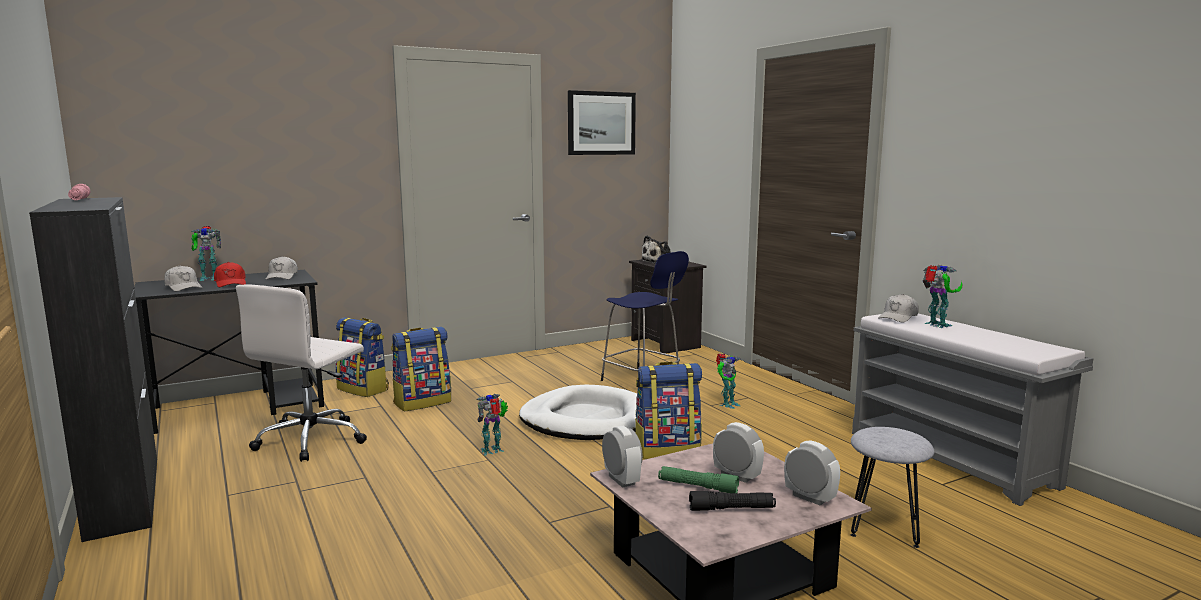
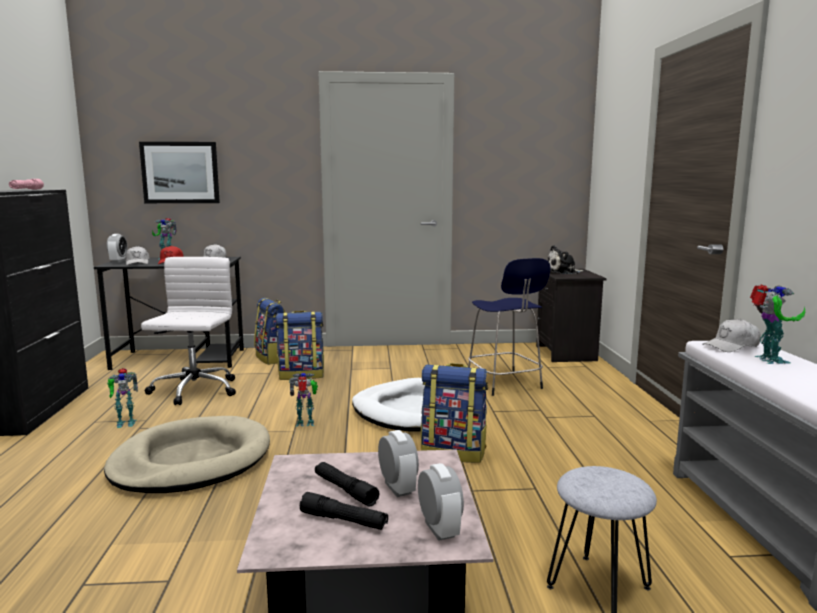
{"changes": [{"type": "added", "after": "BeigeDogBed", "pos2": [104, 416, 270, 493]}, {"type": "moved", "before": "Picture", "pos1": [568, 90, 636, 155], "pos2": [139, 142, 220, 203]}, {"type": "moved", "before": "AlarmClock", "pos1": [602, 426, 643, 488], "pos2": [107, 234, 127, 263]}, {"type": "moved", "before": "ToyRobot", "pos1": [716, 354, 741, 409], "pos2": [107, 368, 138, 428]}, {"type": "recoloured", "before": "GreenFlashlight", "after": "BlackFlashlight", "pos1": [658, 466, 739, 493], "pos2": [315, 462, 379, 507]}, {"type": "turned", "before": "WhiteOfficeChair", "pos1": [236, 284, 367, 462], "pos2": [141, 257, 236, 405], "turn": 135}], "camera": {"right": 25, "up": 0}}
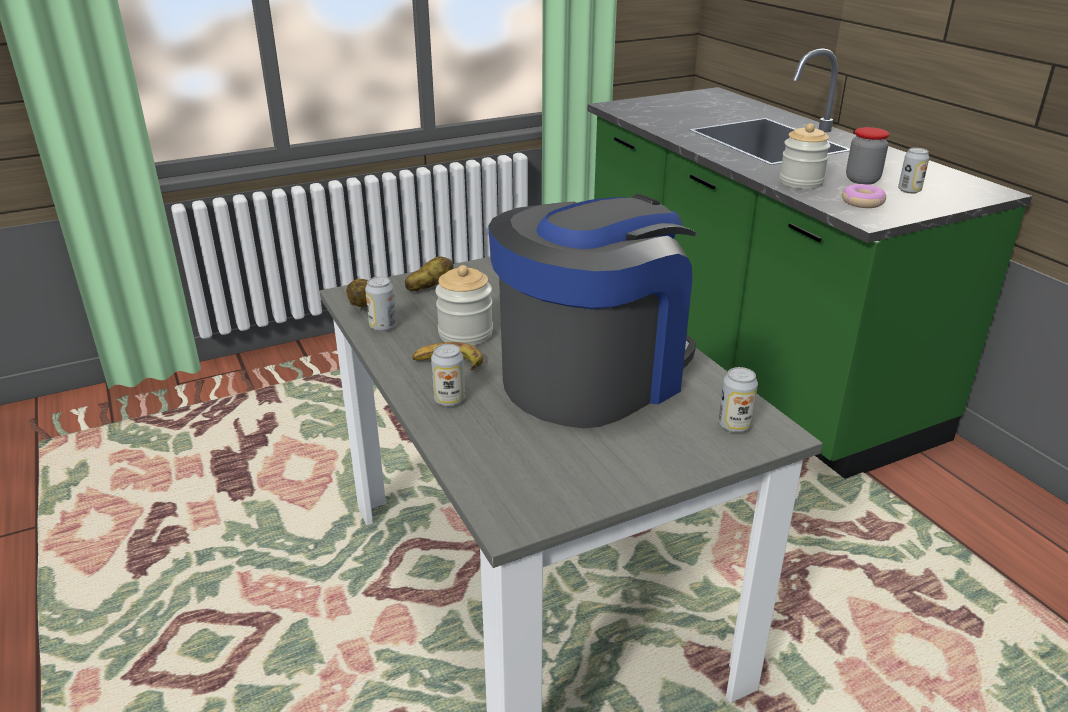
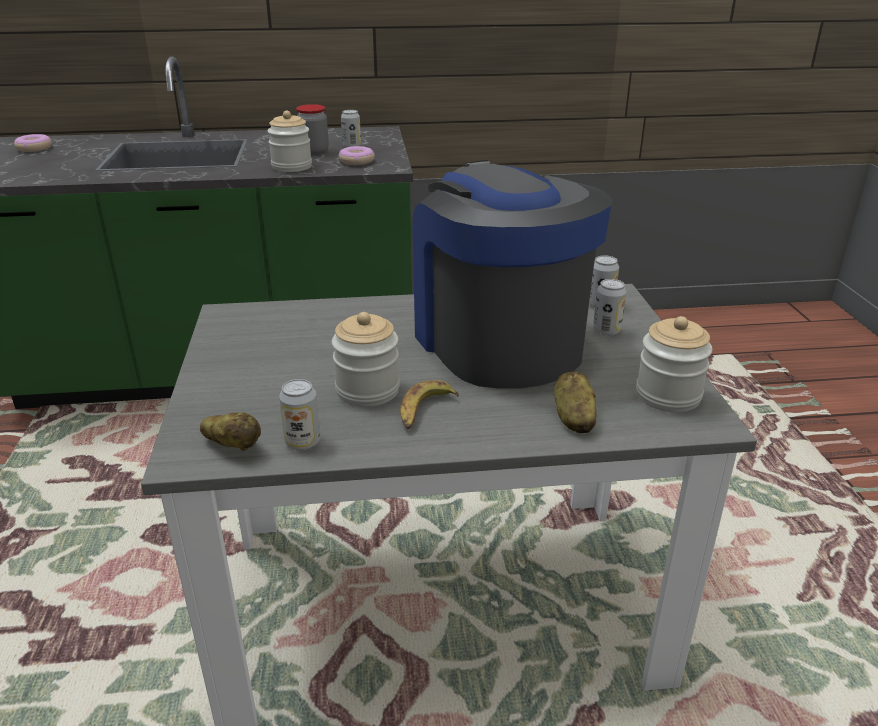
{"changes": [{"type": "added", "after": "Donut", "pos2": [14, 134, 52, 152]}, {"type": "added", "after": "Jar", "pos2": [636, 316, 712, 412]}, {"type": "moved", "before": "Potato", "pos1": [405, 256, 454, 291], "pos2": [554, 372, 596, 433]}, {"type": "moved", "before": "Can", "pos1": [431, 344, 465, 406], "pos2": [593, 279, 627, 336]}], "camera": {"right": -70, "up": 0}}
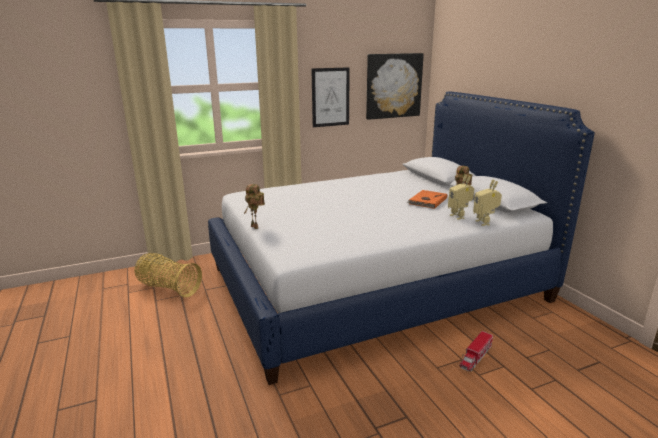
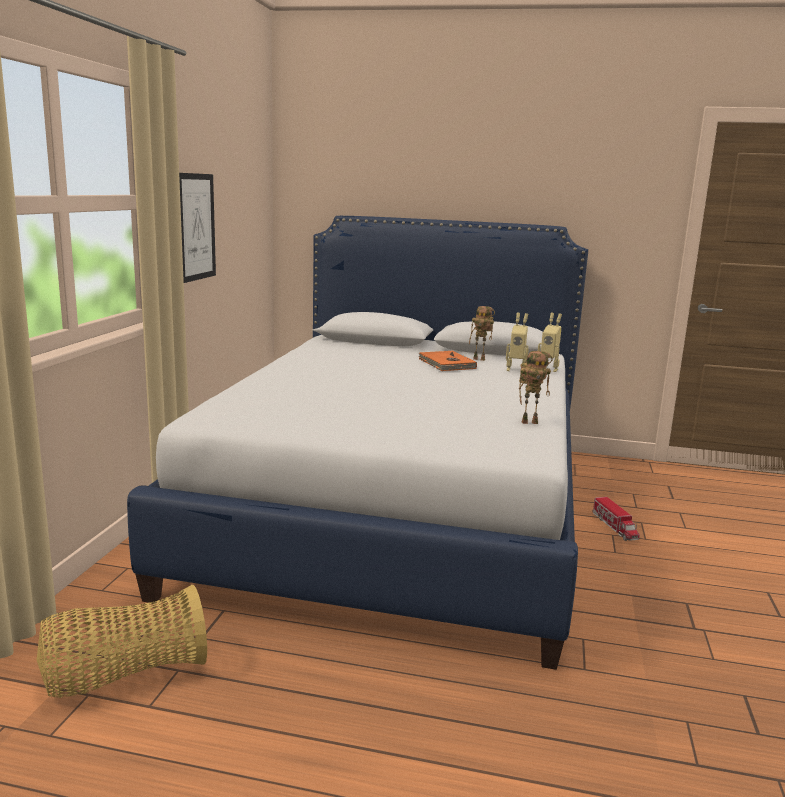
{"changes": [{"type": "removed", "before": "Picture", "pos1": [366, 53, 424, 120]}, {"type": "moved", "before": "ToyRobot", "pos1": [244, 184, 265, 229], "pos2": [519, 351, 553, 424]}], "camera": {"right": -55, "up": -5}}
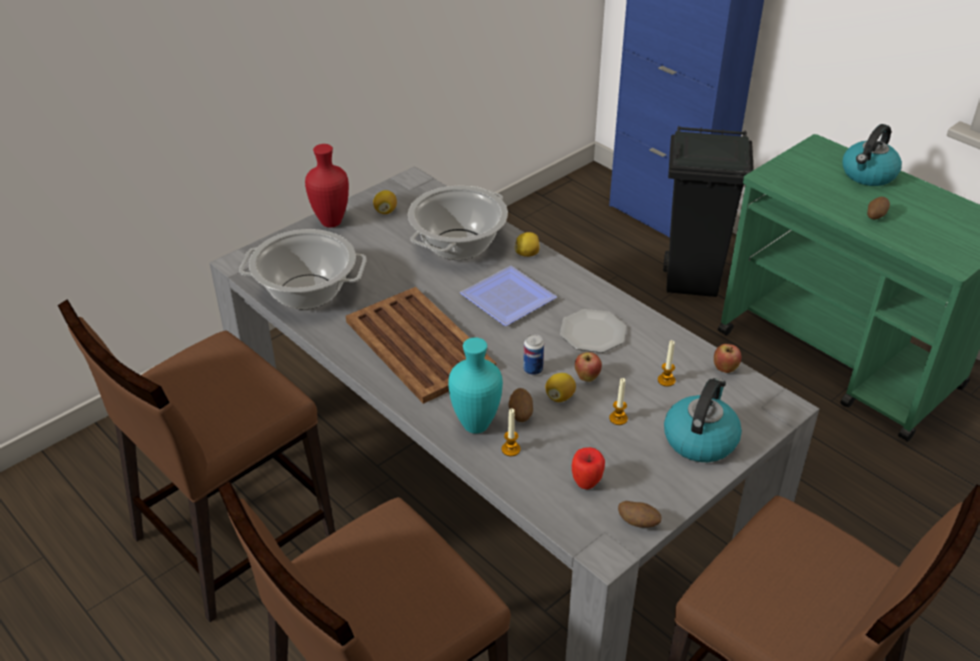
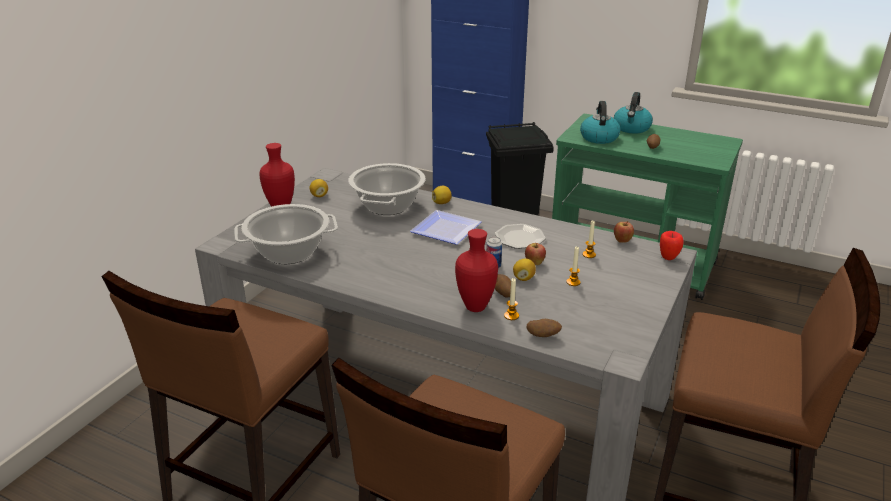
{"changes": [{"type": "removed", "before": "BrownTray", "pos1": [346, 287, 496, 404]}, {"type": "moved", "before": "Apple", "pos1": [572, 447, 605, 489], "pos2": [660, 231, 684, 260]}, {"type": "moved", "before": "Potato", "pos1": [618, 501, 662, 528], "pos2": [527, 319, 562, 337]}, {"type": "moved", "before": "Kettle", "pos1": [664, 378, 742, 462], "pos2": [580, 101, 620, 144]}, {"type": "recoloured", "before": "TurquoiseVase", "after": "RedVase", "pos1": [448, 337, 503, 434], "pos2": [455, 229, 498, 312]}], "camera": {"right": -20, "up": -10}}
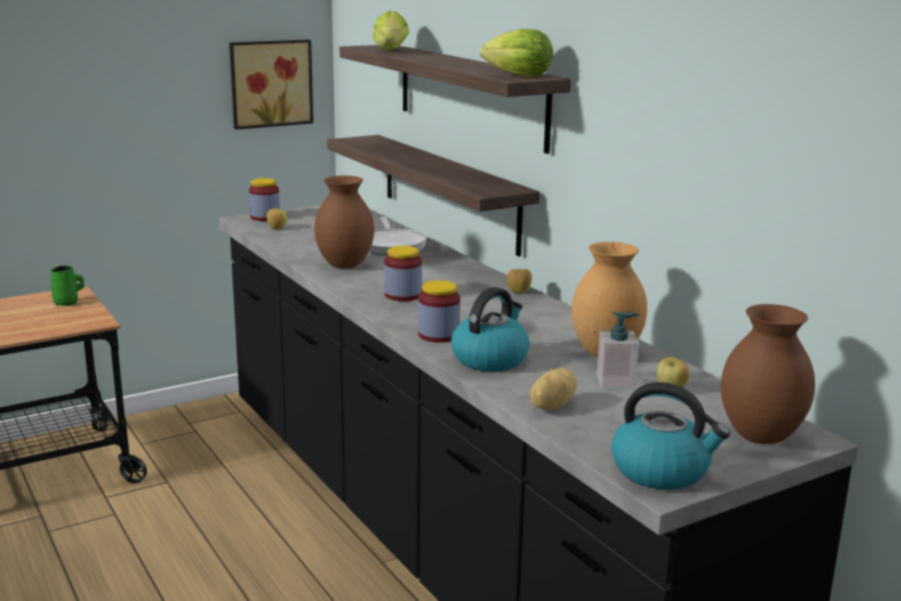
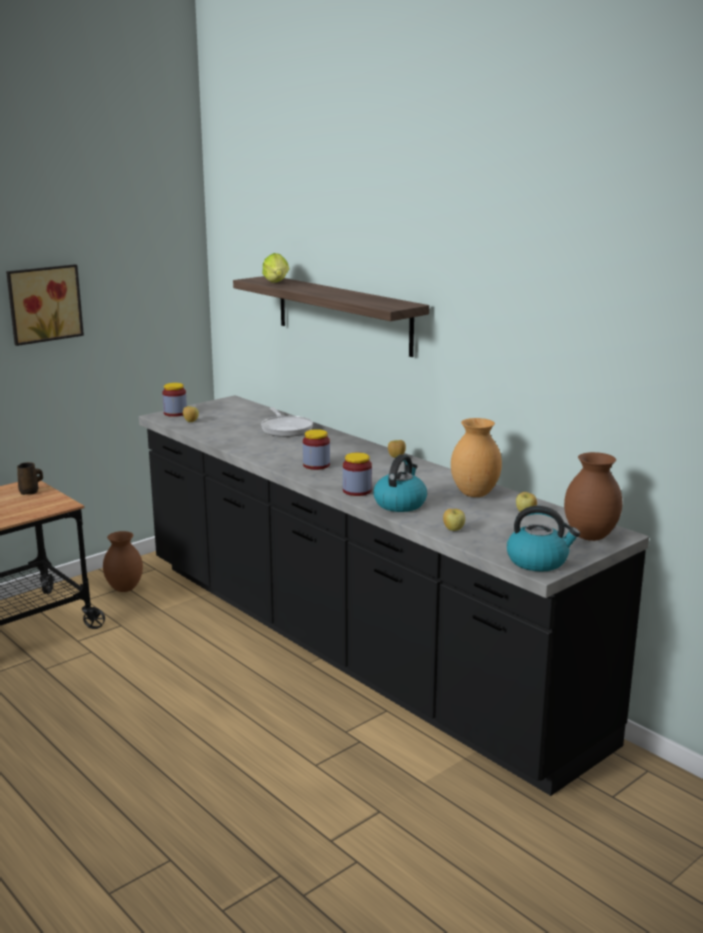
{"changes": [{"type": "removed", "before": "Shelf", "pos1": [327, 135, 540, 256]}, {"type": "removed", "before": "Lettuce", "pos1": [480, 29, 553, 77]}, {"type": "removed", "before": "SoapDispenser", "pos1": [597, 312, 639, 390]}, {"type": "moved", "before": "Picture", "pos1": [229, 40, 313, 130], "pos2": [6, 264, 84, 346]}, {"type": "moved", "before": "BrownVase", "pos1": [314, 176, 374, 269], "pos2": [103, 531, 143, 592]}, {"type": "replaced", "before": "Potato", "after": "Apple", "pos1": [530, 368, 577, 410], "pos2": [443, 509, 465, 531]}, {"type": "recoloured", "before": "GreenMug", "after": "BrownMug", "pos1": [51, 265, 84, 306], "pos2": [17, 462, 43, 495]}], "camera": {"right": -10, "up": 0}}
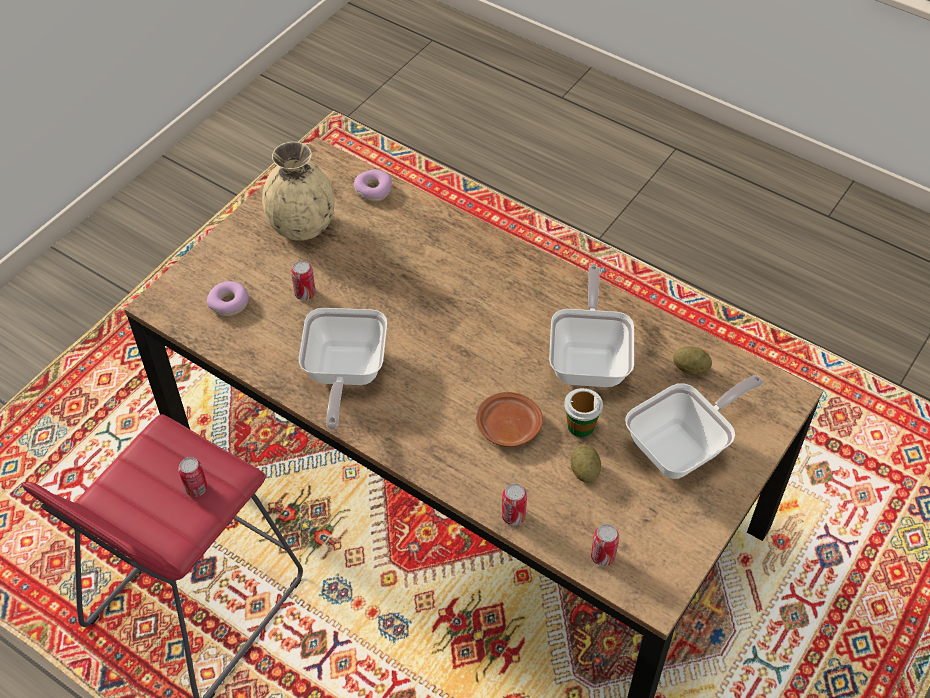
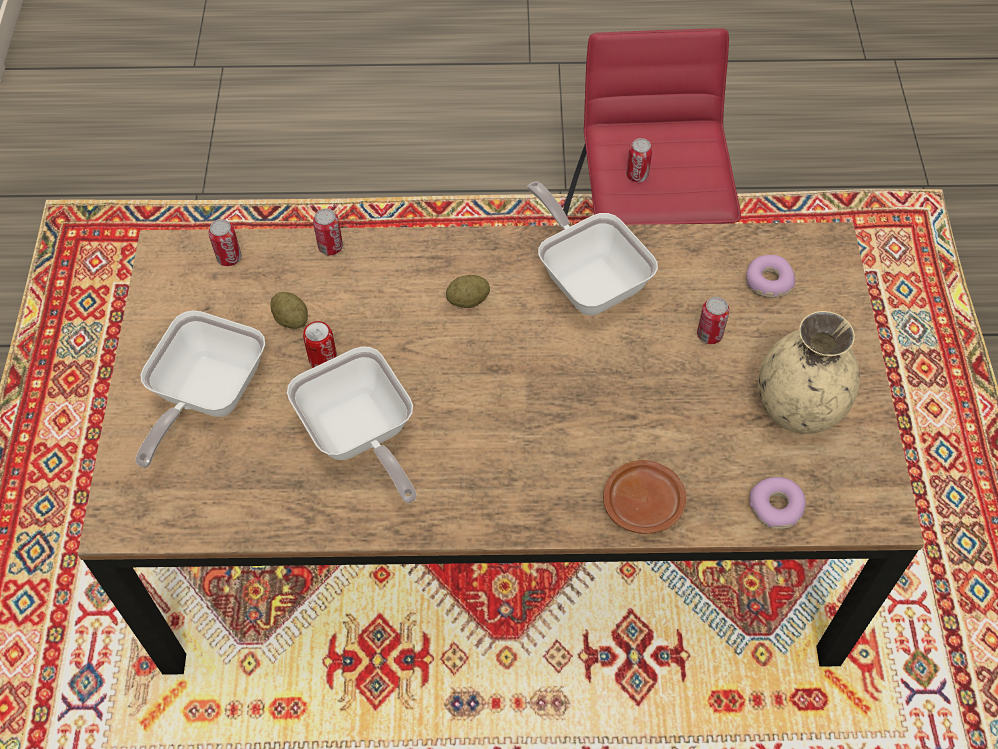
{"changes": [{"type": "moved", "before": "BrownPlate", "pos1": [476, 392, 543, 447], "pos2": [603, 460, 686, 534]}, {"type": "moved", "before": "Potato", "pos1": [673, 347, 712, 375], "pos2": [446, 275, 490, 308]}, {"type": "replaced", "before": "Cup", "after": "Can", "pos1": [564, 388, 603, 437], "pos2": [303, 321, 337, 368]}], "camera": {"right": 145, "up": 5}}
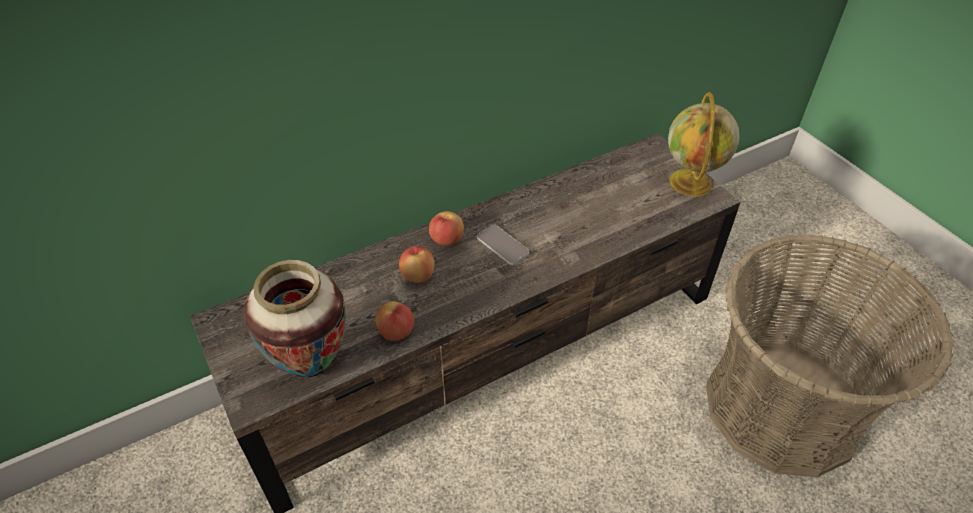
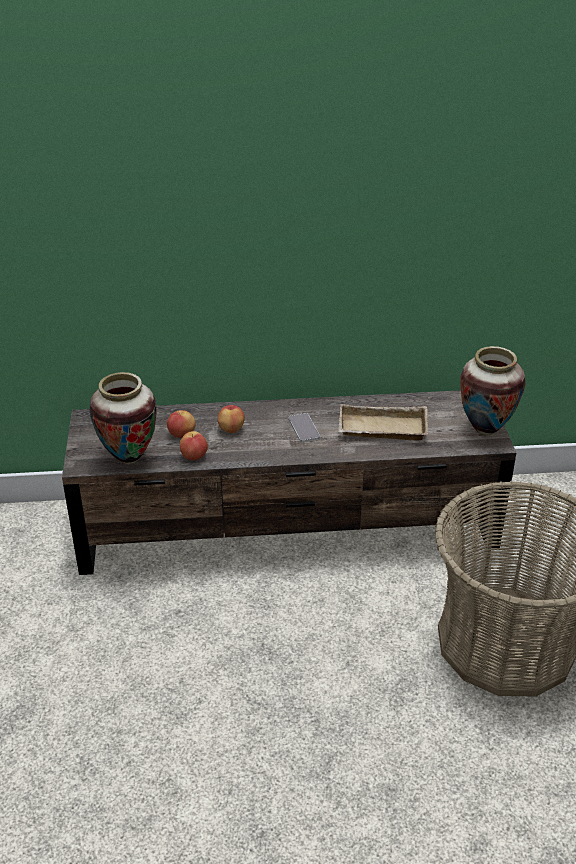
{"changes": [{"type": "added", "after": "BeigeTray", "pos2": [338, 404, 428, 441]}, {"type": "moved", "before": "Apple", "pos1": [429, 211, 464, 246], "pos2": [167, 410, 196, 438]}, {"type": "replaced", "before": "Globe", "after": "Vase", "pos1": [668, 92, 740, 197], "pos2": [460, 346, 526, 435]}], "camera": {"right": 25, "up": -10}}
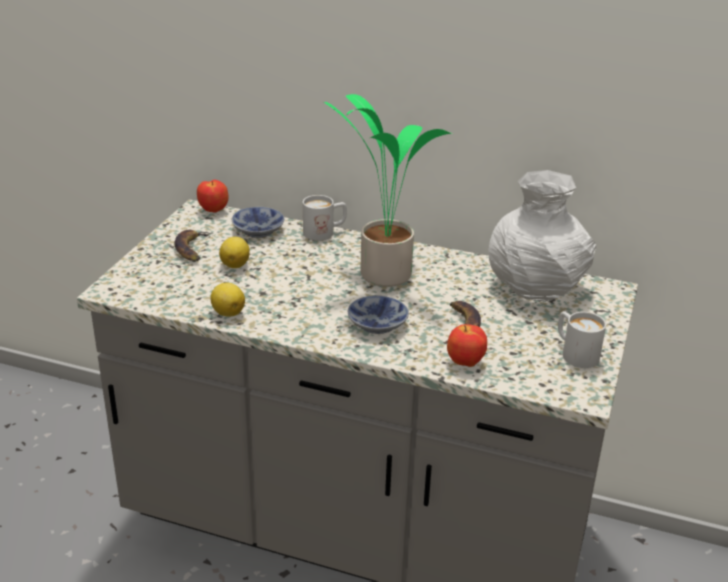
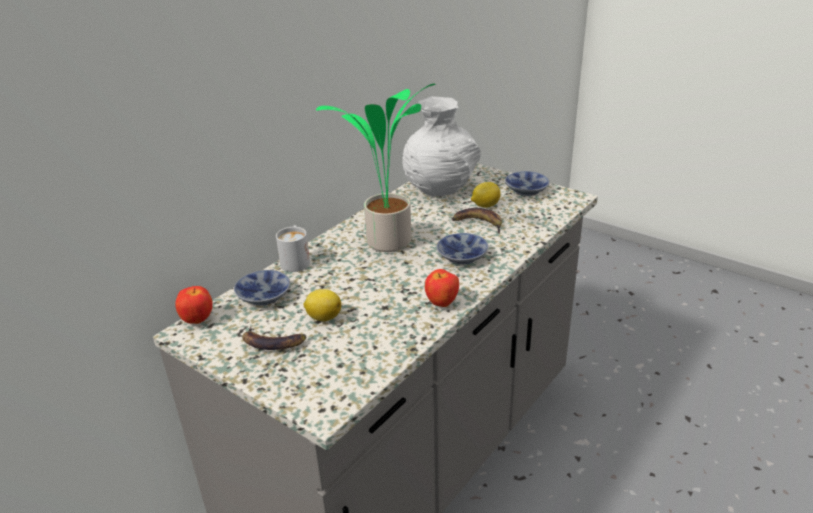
{"changes": [{"type": "moved", "before": "Lemon", "pos1": [210, 282, 245, 317], "pos2": [471, 182, 501, 207]}, {"type": "moved", "before": "Apple", "pos1": [447, 324, 487, 367], "pos2": [425, 269, 459, 307]}, {"type": "replaced", "before": "WhiteMug", "after": "Bowl", "pos1": [558, 311, 606, 368], "pos2": [505, 171, 549, 196]}], "camera": {"right": -70, "up": 0}}
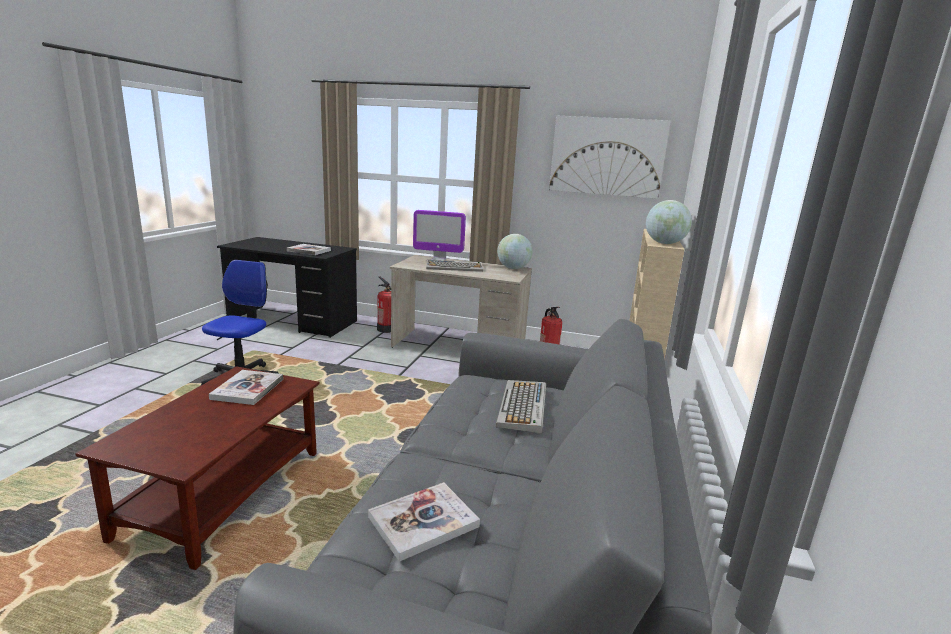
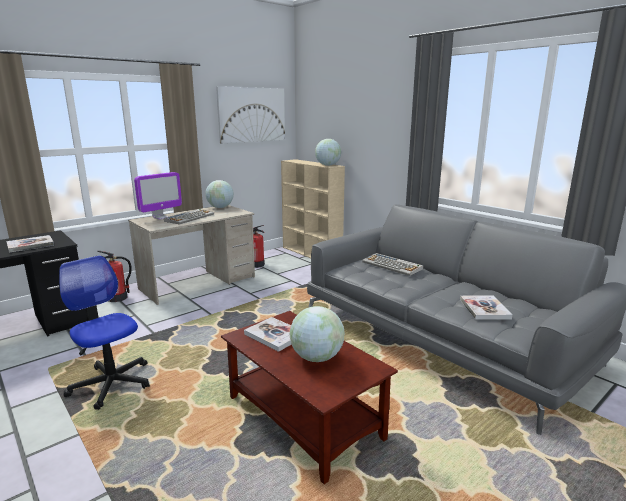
{"changes": [{"type": "added", "after": "Globe", "pos2": [290, 306, 344, 362]}], "camera": {"right": -55, "up": 0}}
